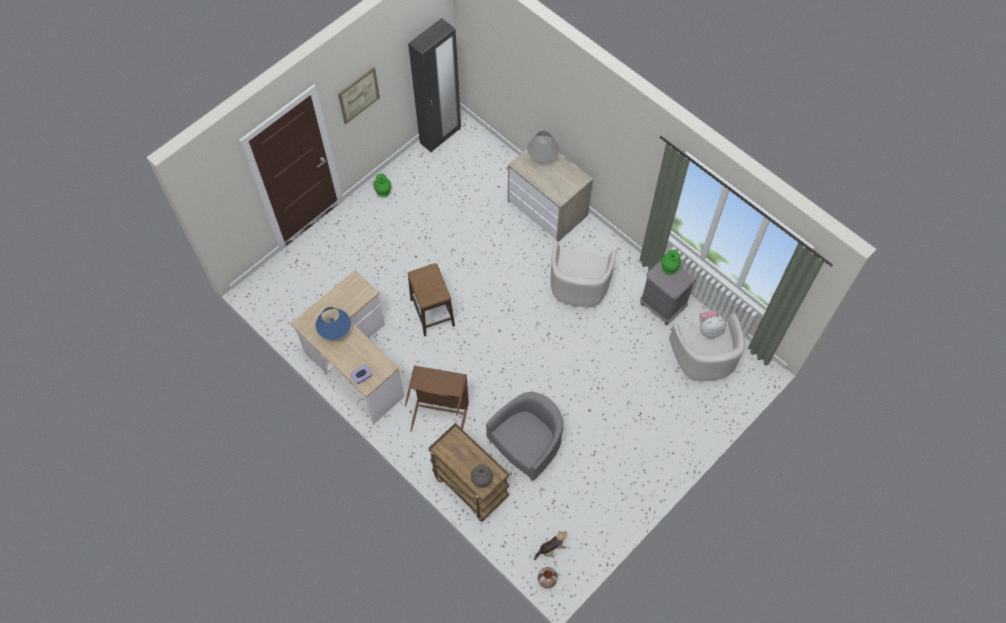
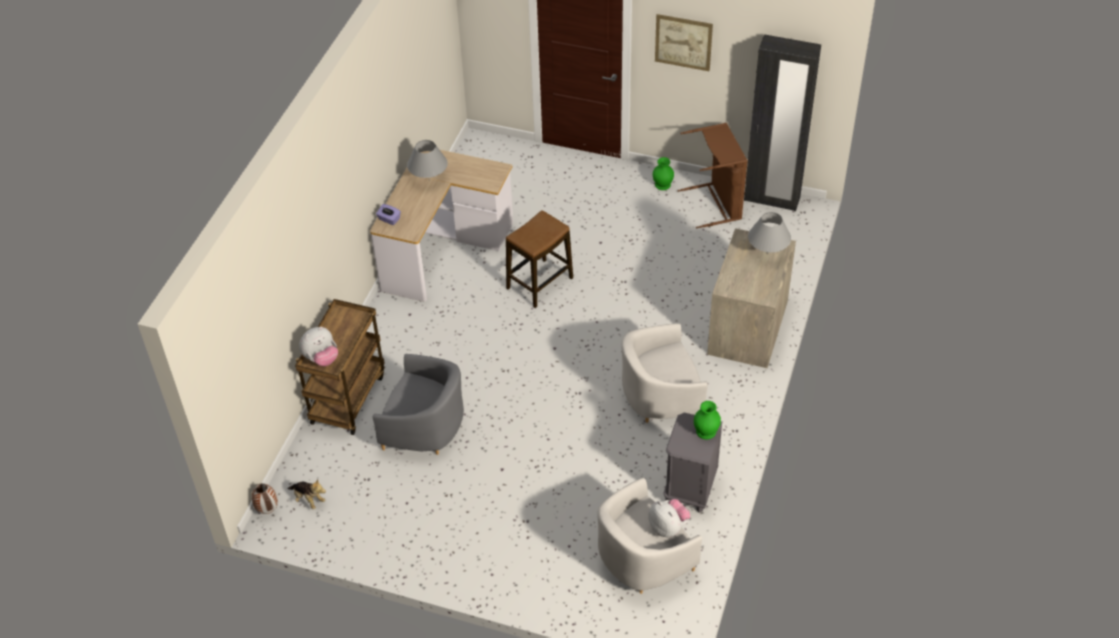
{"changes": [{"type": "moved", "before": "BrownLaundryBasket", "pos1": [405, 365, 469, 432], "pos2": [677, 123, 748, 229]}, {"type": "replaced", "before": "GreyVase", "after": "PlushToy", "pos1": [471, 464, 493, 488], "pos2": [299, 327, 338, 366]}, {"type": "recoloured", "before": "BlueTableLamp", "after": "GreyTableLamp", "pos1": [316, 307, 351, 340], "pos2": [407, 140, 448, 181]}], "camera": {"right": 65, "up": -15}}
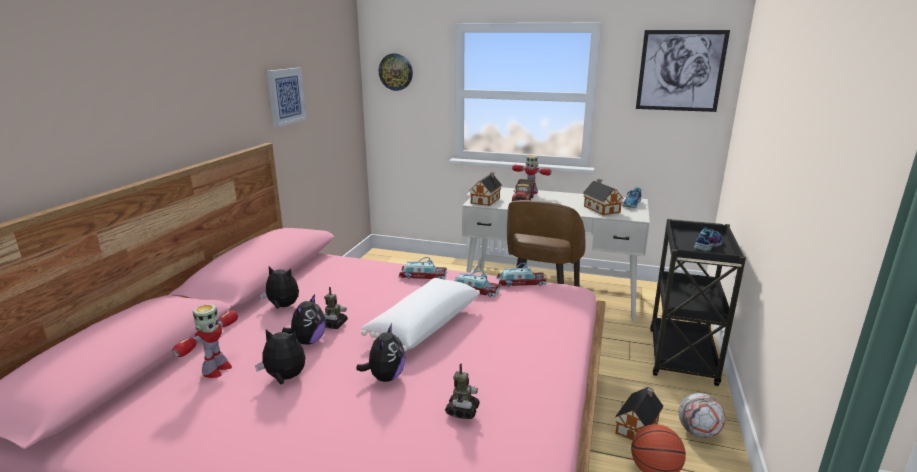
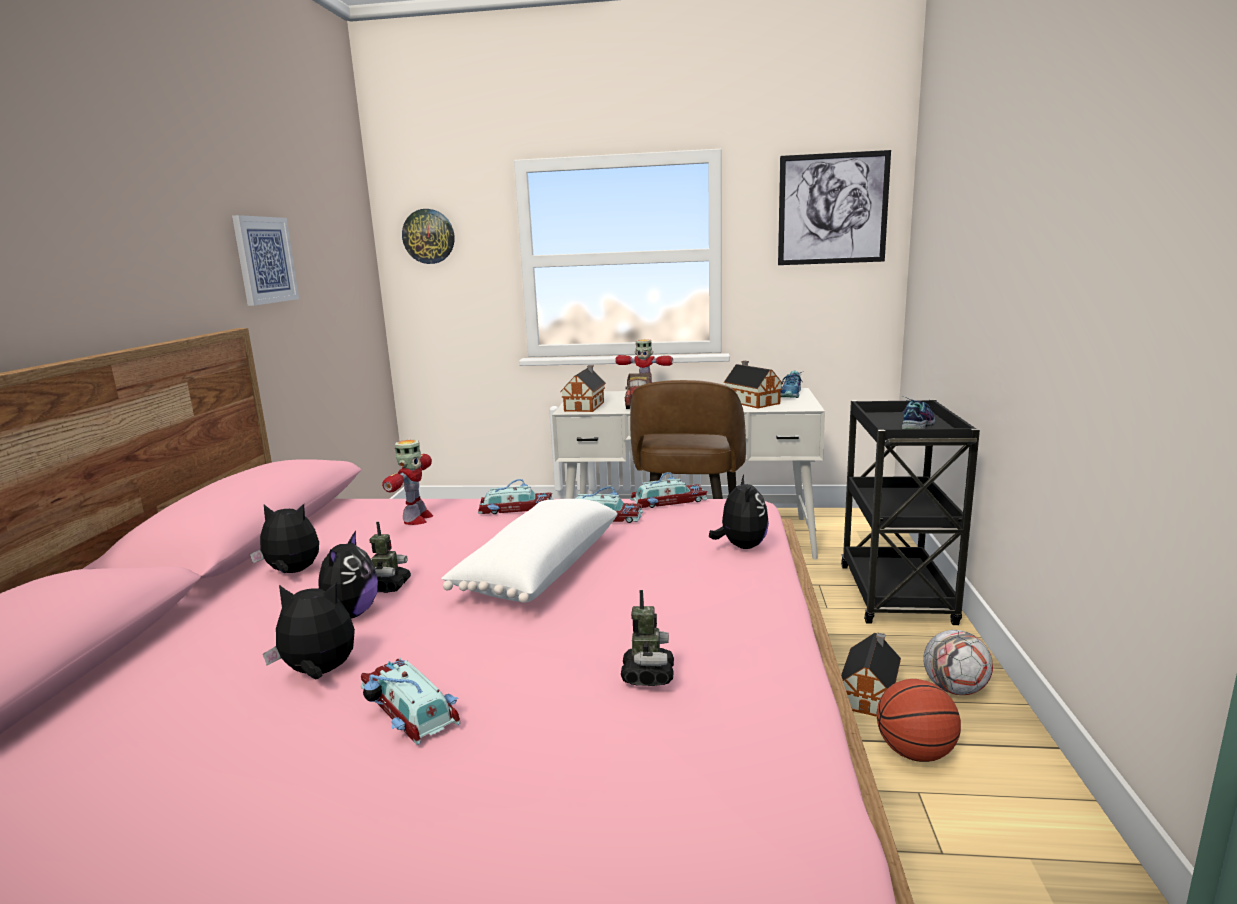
{"changes": [{"type": "added", "after": "ToyCar", "pos2": [361, 658, 460, 745]}, {"type": "moved", "before": "ToyRobot", "pos1": [172, 304, 238, 378], "pos2": [382, 439, 433, 525]}, {"type": "moved", "before": "PlushToy", "pos1": [356, 324, 405, 382], "pos2": [709, 475, 769, 549]}], "camera": {"right": -10, "up": -5}}
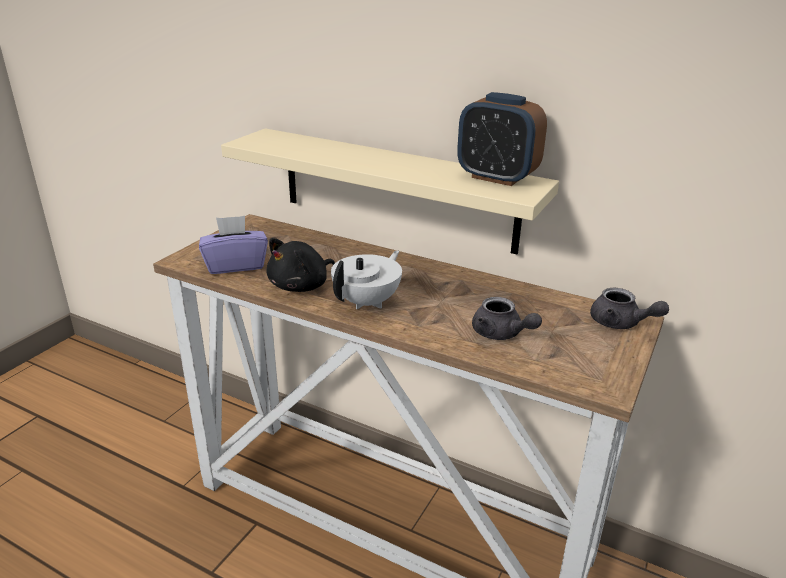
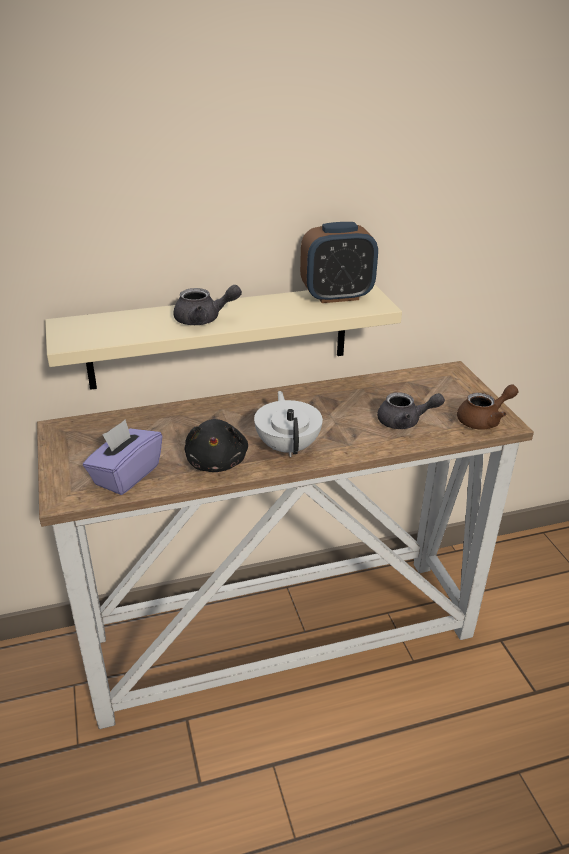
{"changes": [{"type": "added", "after": "BrownTeapot", "pos2": [457, 384, 518, 429]}, {"type": "moved", "before": "GreyTeapot", "pos1": [590, 288, 669, 329], "pos2": [173, 285, 242, 325]}], "camera": {"right": -45, "up": 5}}
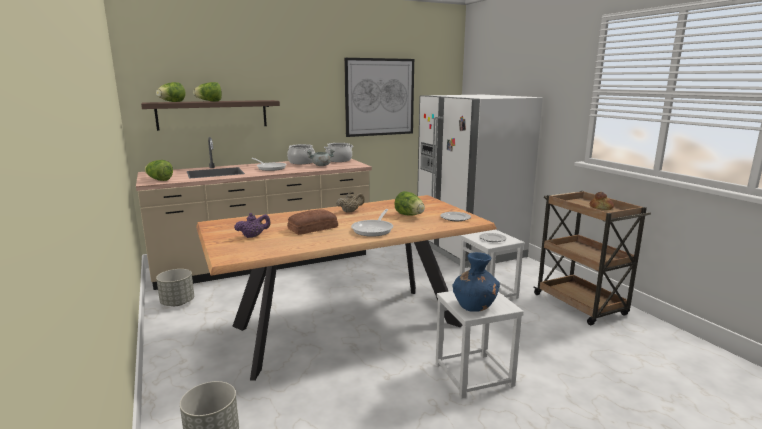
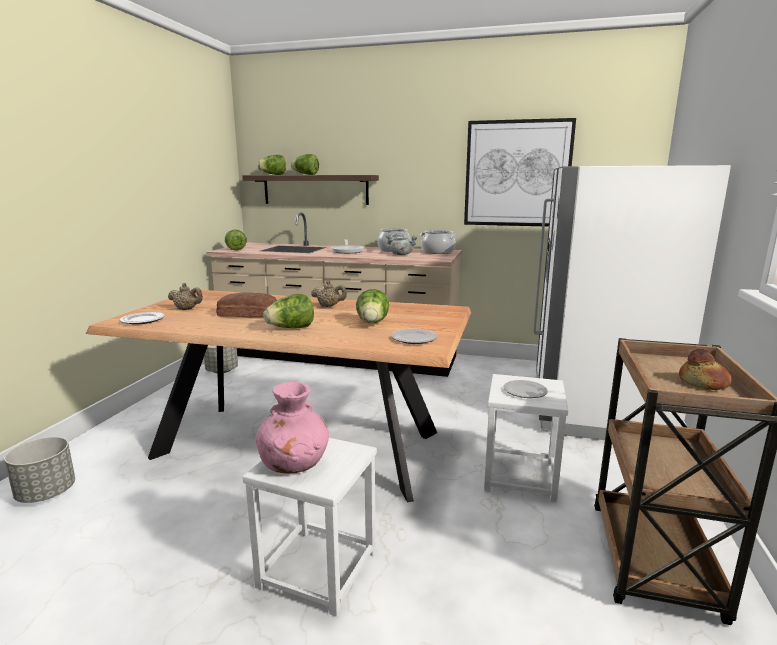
{"changes": [{"type": "added", "after": "Plate", "pos2": [120, 312, 165, 325]}, {"type": "replaced", "before": "FryingPan", "after": "Lettuce", "pos1": [351, 209, 393, 237], "pos2": [263, 294, 314, 329]}, {"type": "recoloured", "before": "PurpleTeapot", "after": "BeigeTeapot", "pos1": [234, 213, 271, 238], "pos2": [168, 283, 203, 310]}, {"type": "recoloured", "before": "BlueVase", "after": "PinkVase", "pos1": [452, 252, 500, 312], "pos2": [256, 382, 329, 473]}], "camera": {"right": 40, "up": 0}}
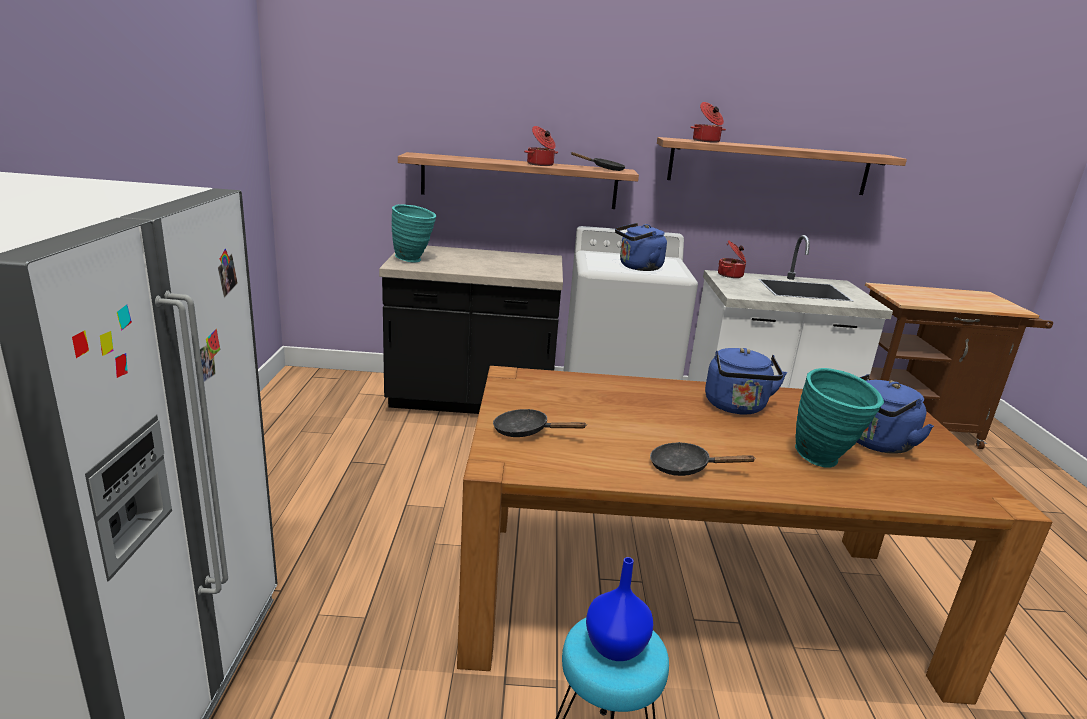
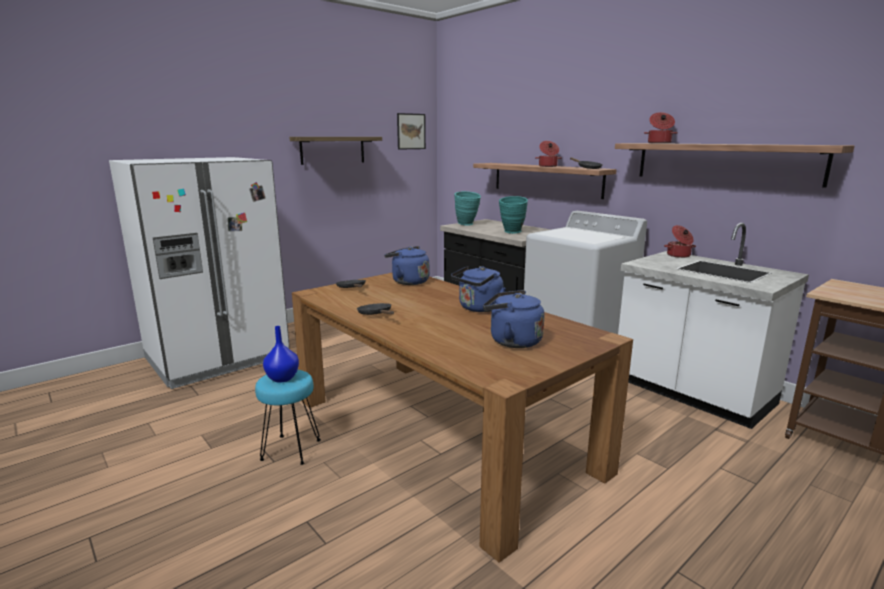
{"changes": [{"type": "added", "after": "Shelf", "pos2": [289, 137, 382, 165]}, {"type": "added", "after": "Picture", "pos2": [397, 113, 426, 150]}, {"type": "moved", "before": "BlueKettle", "pos1": [615, 223, 667, 271], "pos2": [384, 246, 429, 285]}, {"type": "moved", "before": "TurquoiseVase", "pos1": [795, 368, 884, 468], "pos2": [499, 196, 528, 234]}], "camera": {"right": 50, "up": -5}}
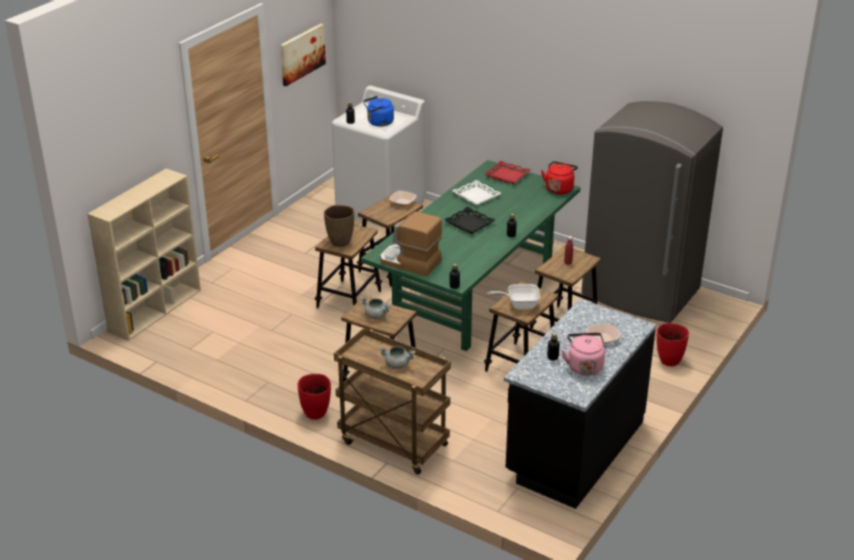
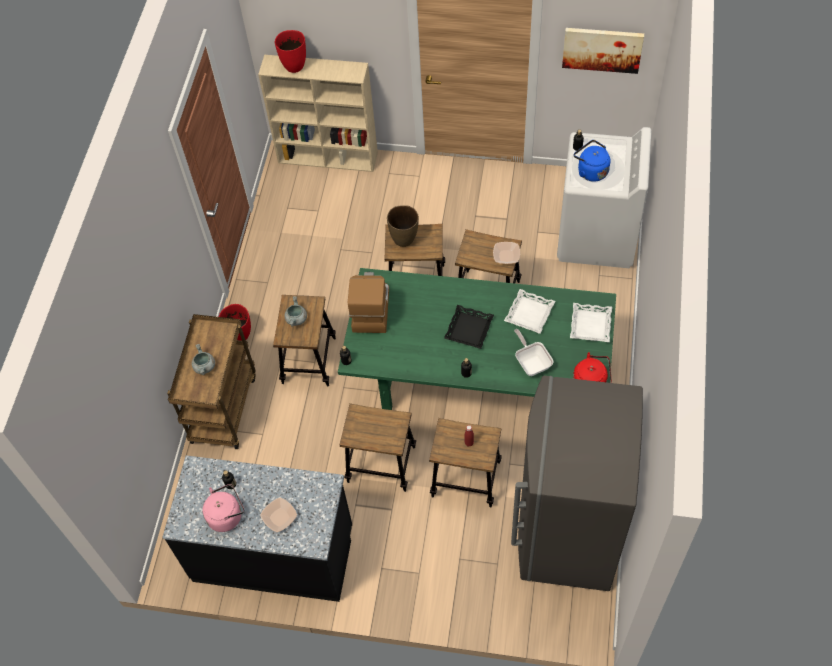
{"changes": [{"type": "moved", "before": "FryingPan", "pos1": [487, 284, 540, 309], "pos2": [514, 329, 553, 376]}, {"type": "moved", "before": "RedVase", "pos1": [657, 323, 689, 366], "pos2": [275, 30, 306, 73]}, {"type": "recoloured", "before": "RedTray", "after": "WhiteTray", "pos1": [484, 161, 531, 184], "pos2": [570, 303, 612, 342]}], "camera": {"right": 70, "up": 25}}
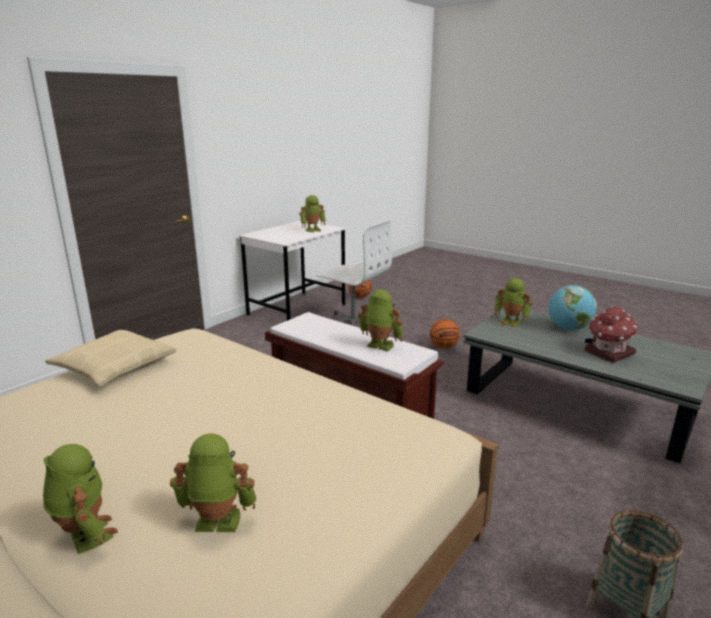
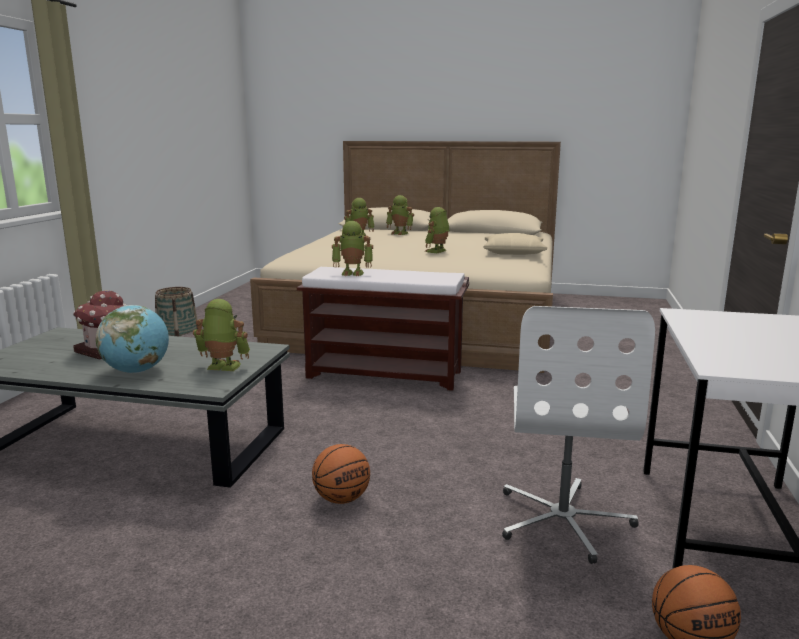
{"changes": [{"type": "moved", "before": "ToyRobot", "pos1": [299, 195, 326, 232], "pos2": [425, 207, 450, 253]}, {"type": "turned", "before": "WhiteOfficeChair", "pos1": [316, 221, 392, 326], "pos2": [502, 306, 655, 564], "turn": -90}], "camera": {"right": 155, "up": -5}}
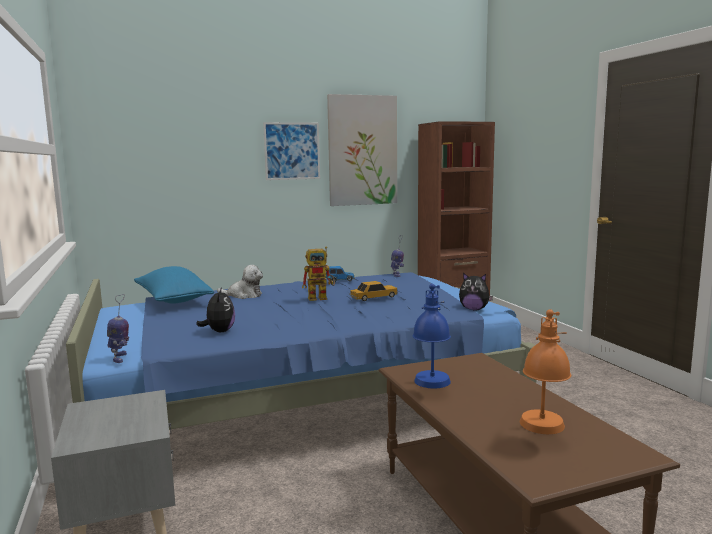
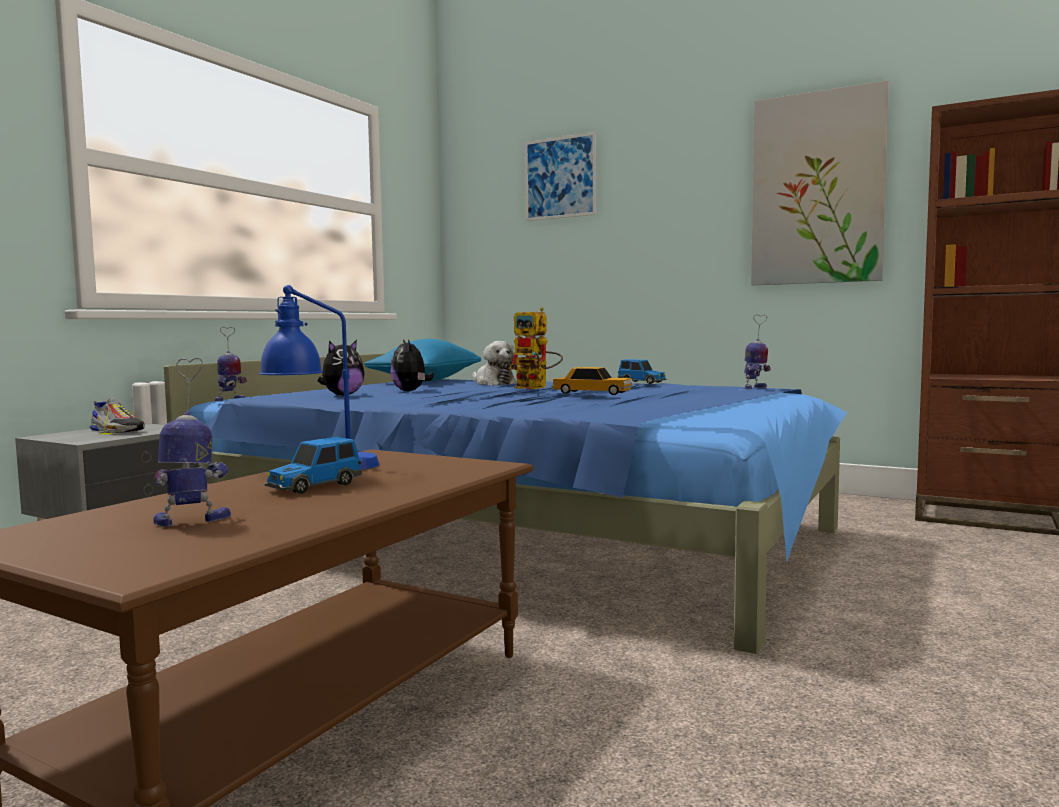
{"changes": [{"type": "added", "after": "Shoe", "pos2": [90, 398, 145, 435]}, {"type": "added", "after": "ToyCar", "pos2": [265, 437, 362, 494]}, {"type": "moved", "before": "Picture", "pos1": [263, 122, 320, 180], "pos2": [525, 132, 596, 221]}, {"type": "moved", "before": "PlushToy", "pos1": [459, 273, 493, 311], "pos2": [390, 339, 434, 391]}, {"type": "replaced", "before": "OrangeTableLamp", "after": "ToyRobot", "pos1": [520, 309, 571, 434], "pos2": [153, 358, 231, 527]}], "camera": {"right": 50, "up": -5}}
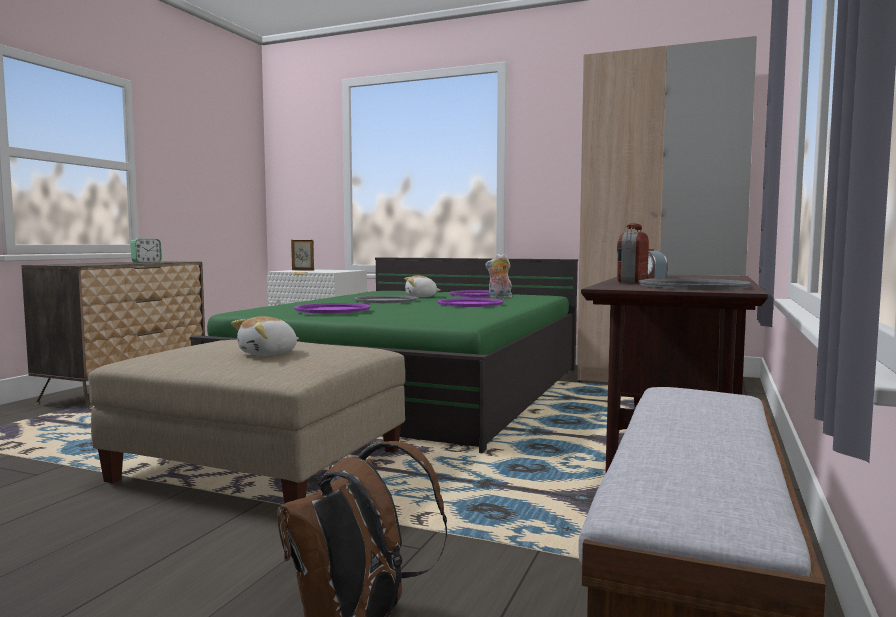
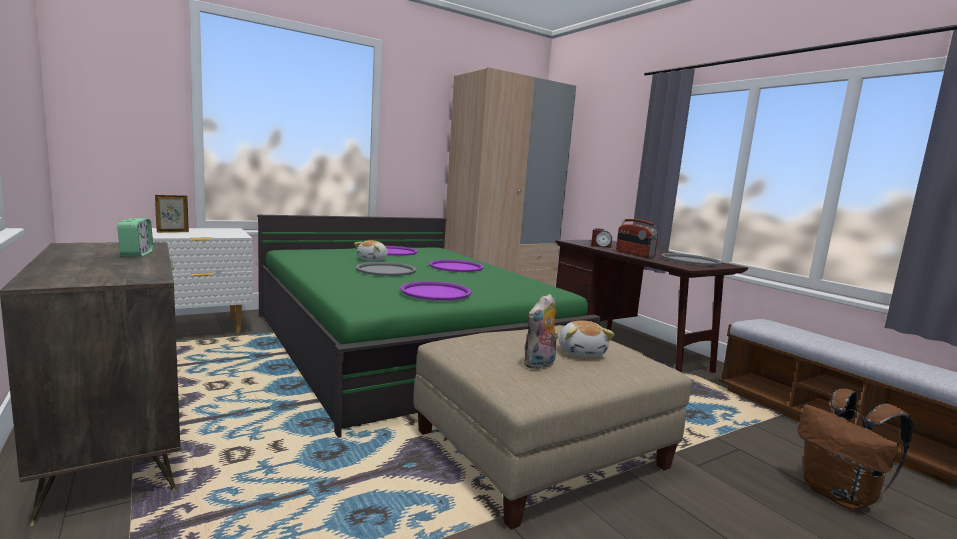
{"changes": [{"type": "moved", "before": "PlushToy", "pos1": [485, 253, 512, 299], "pos2": [523, 294, 558, 369]}], "camera": {"right": -55, "up": 5}}
